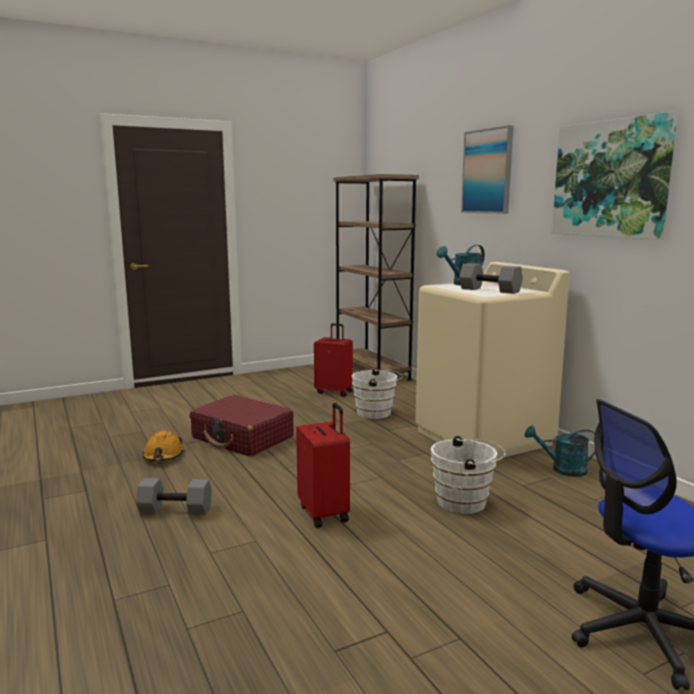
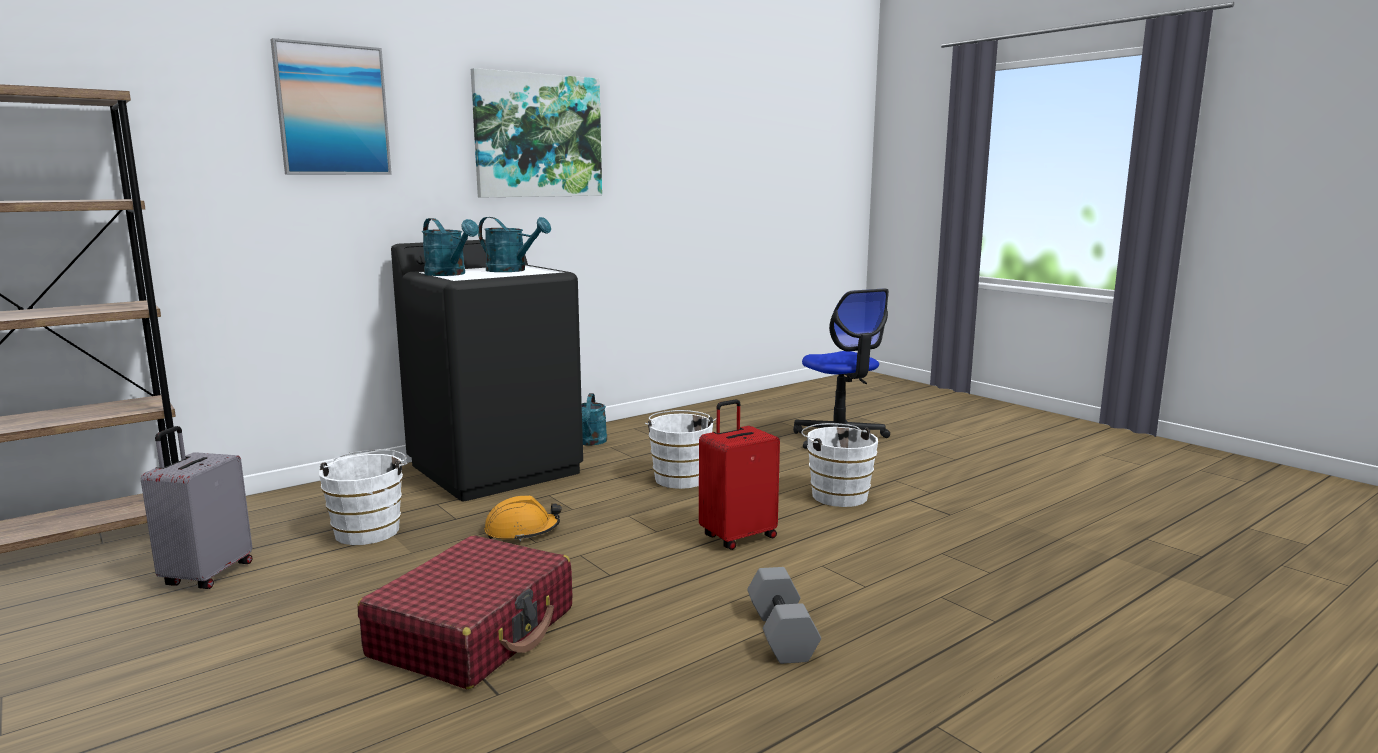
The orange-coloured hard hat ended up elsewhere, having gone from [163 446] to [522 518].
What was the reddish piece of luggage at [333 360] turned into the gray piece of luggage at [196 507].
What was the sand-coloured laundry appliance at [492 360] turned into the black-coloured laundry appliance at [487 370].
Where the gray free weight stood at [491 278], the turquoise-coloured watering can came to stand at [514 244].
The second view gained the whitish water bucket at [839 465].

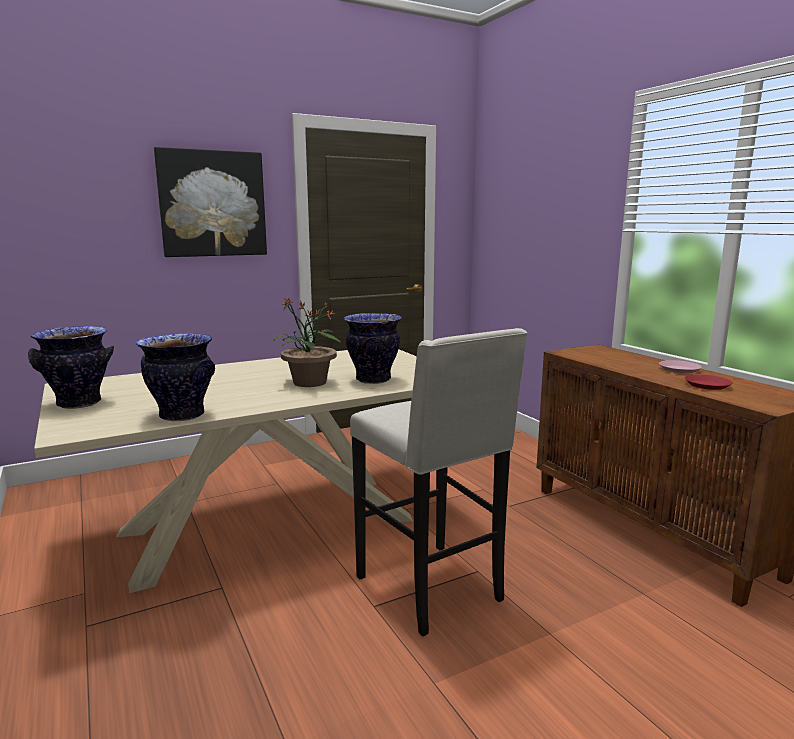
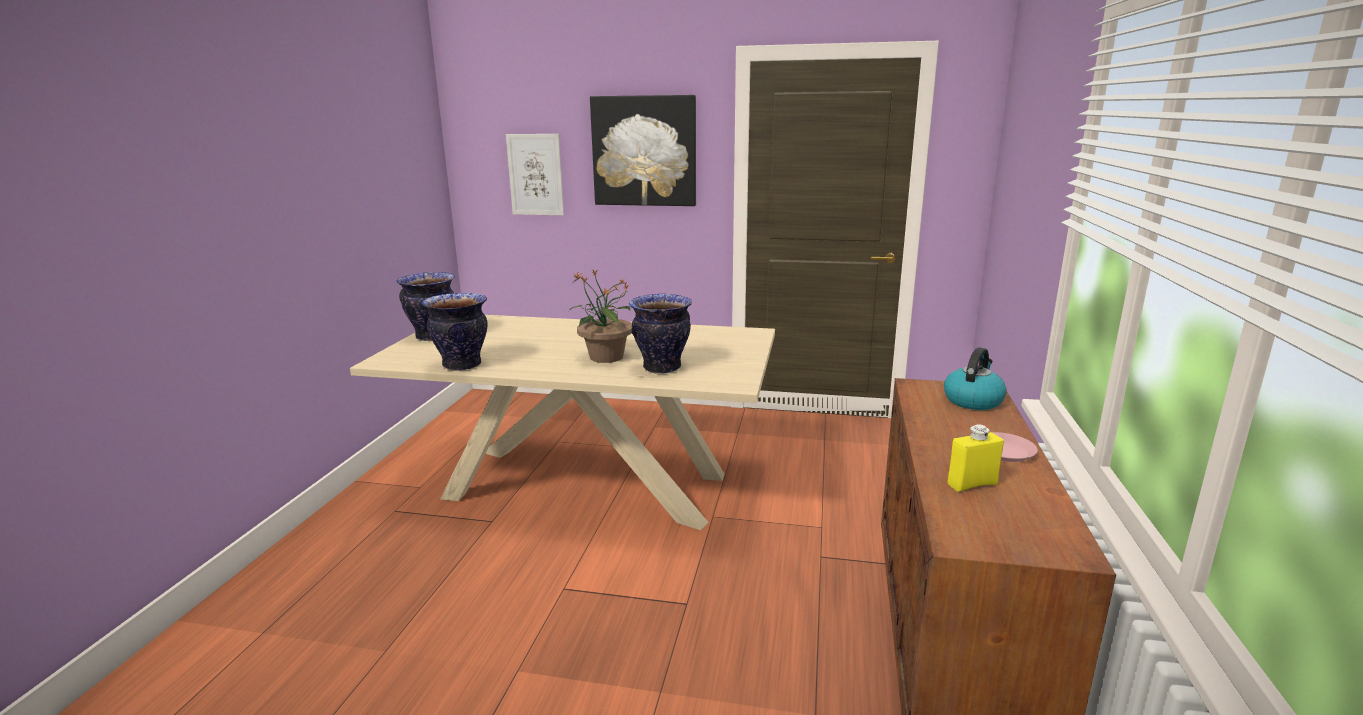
The second view lost the sand-coloured sitting stool at [438 482].
Where the reddish dinner plate stood at [708 382], the yellowish beverage bottle came to stand at [976 458].
The second view gained the wall art at [535 175].
The second view gained the water kettle at [975 378].

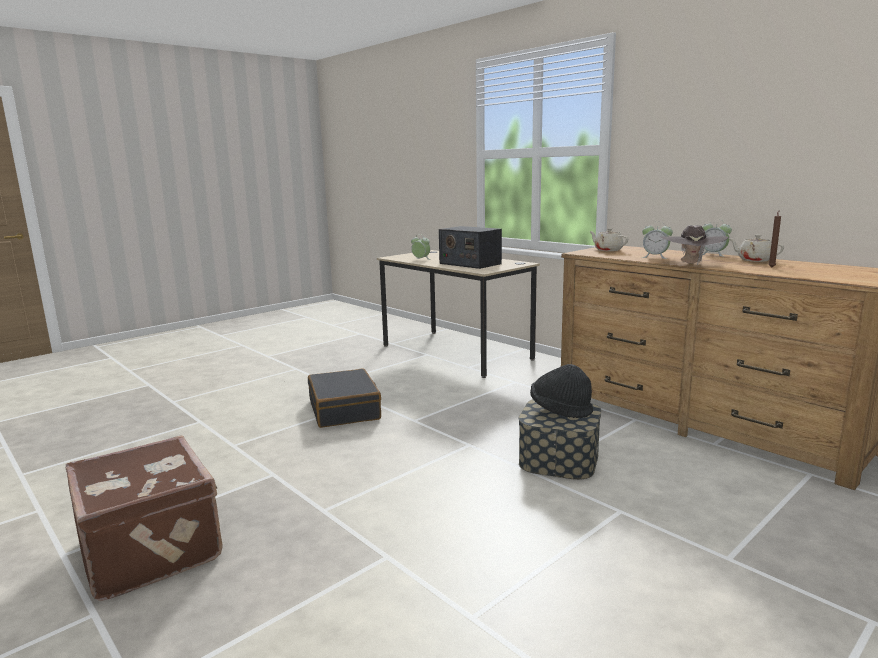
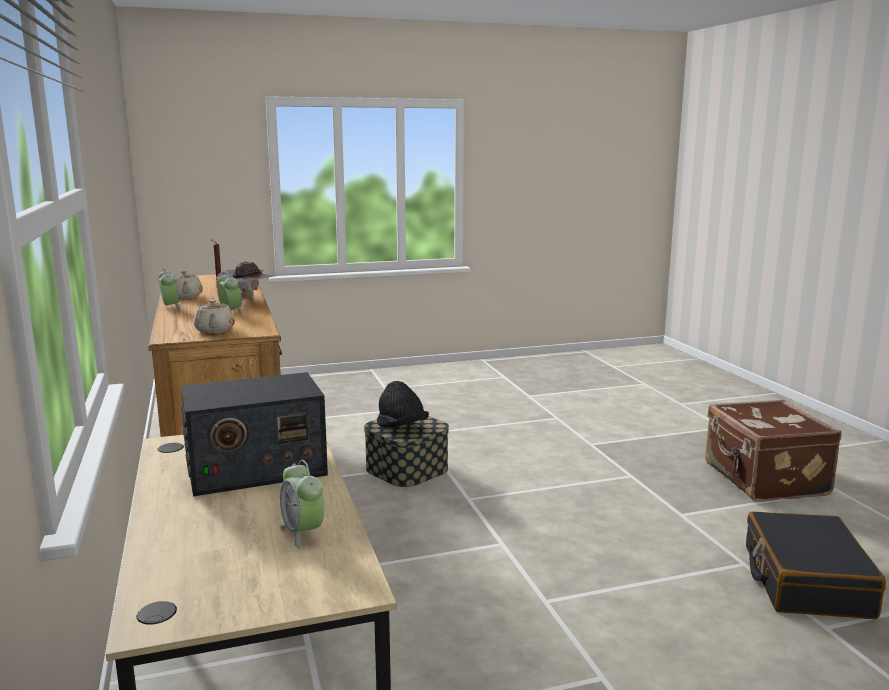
The black-coloured piece of luggage ended up elsewhere, having gone from [344 398] to [816 565].
The radio set at [470 247] ended up facing another way, 90 degrees clockwise from before.

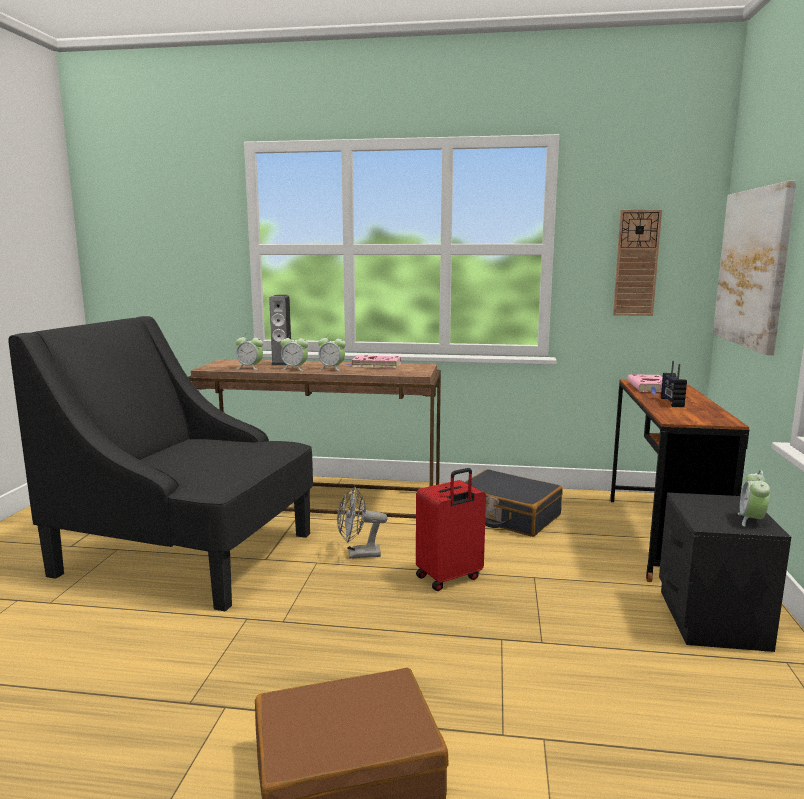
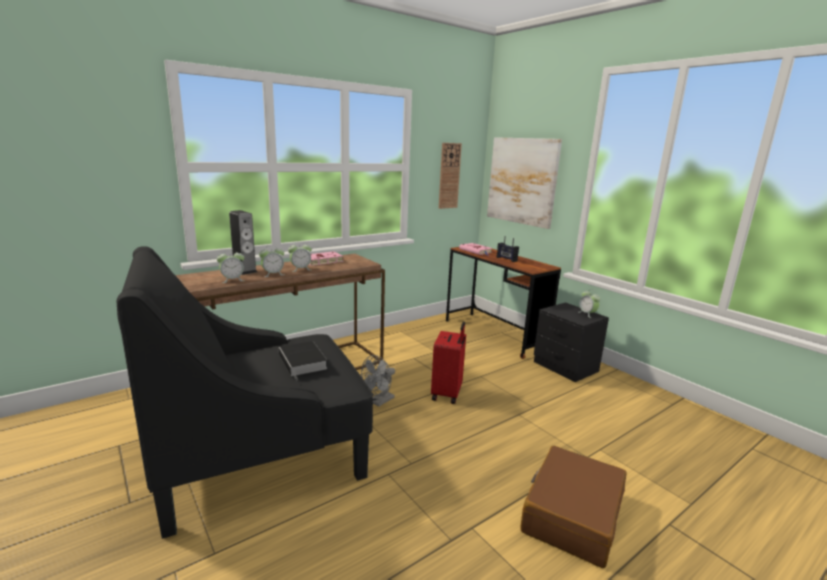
The second view lost the black-coloured piece of luggage at [514 503].
The second view gained the book at [303 360].

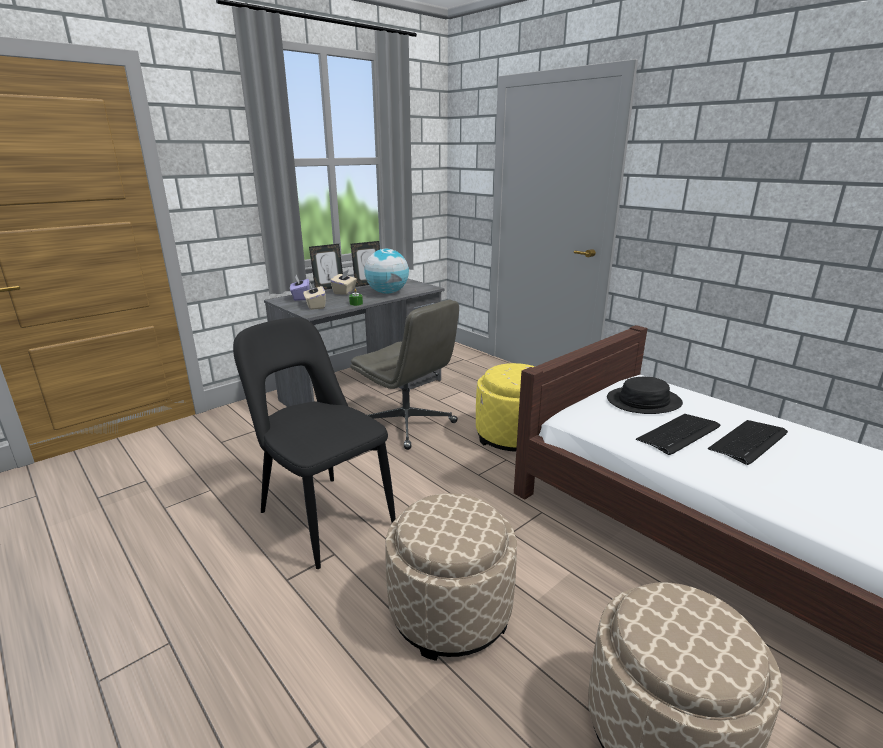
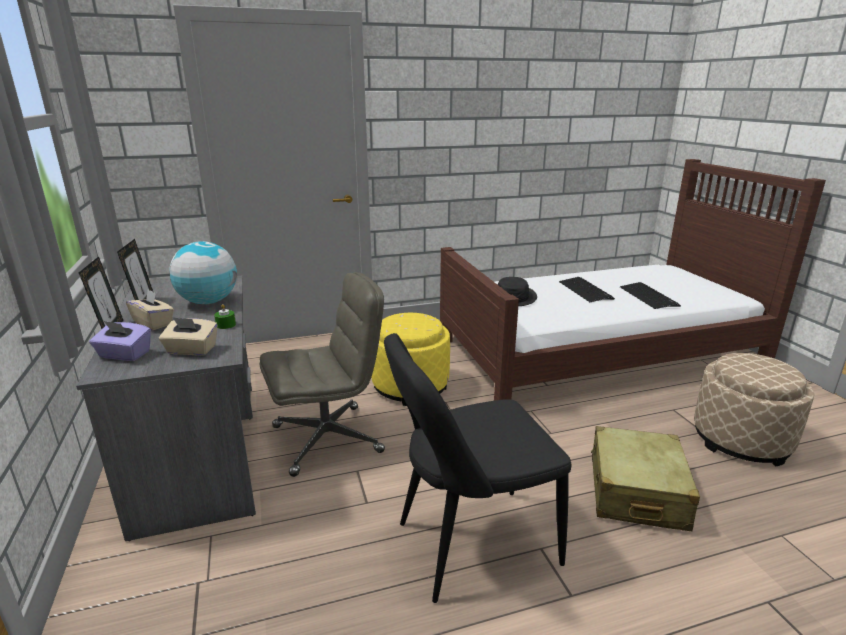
Where the sand-coloured footrest stood at [451 577], the sand-coloured piece of luggage came to stand at [645 478].
The computer keyboard ended up elsewhere, having gone from [678 434] to [650 295].

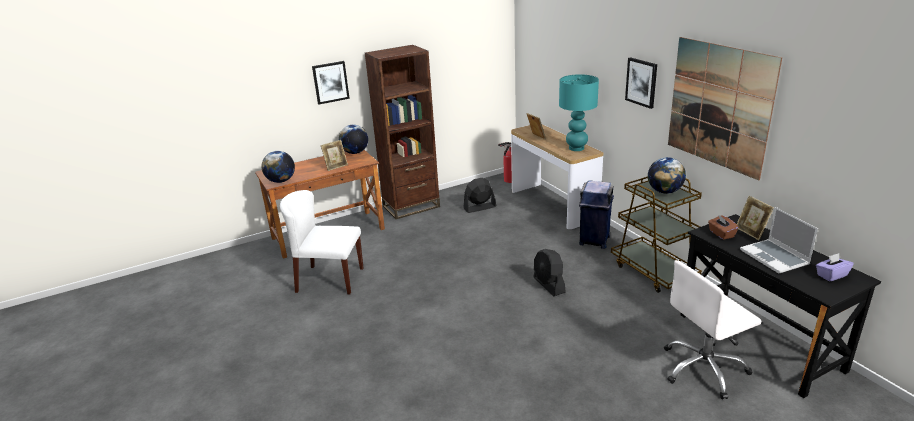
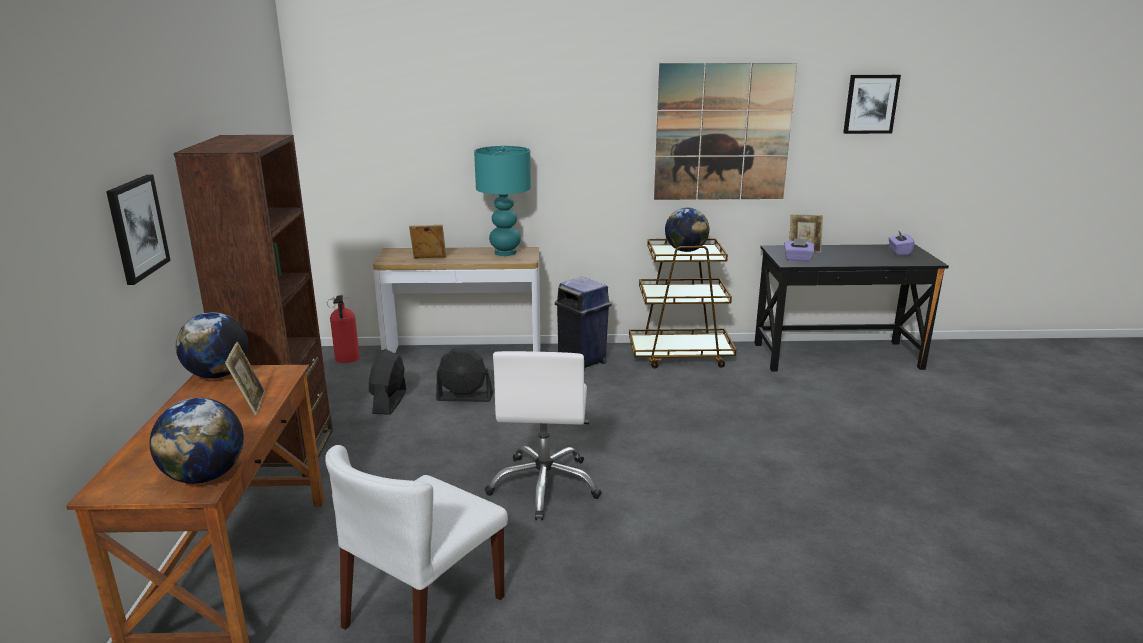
The black-coloured fan ended up elsewhere, having gone from [549 272] to [464 375].
The wall art ended up elsewhere, having gone from [641 83] to [872 104].
The whitish computer chair ended up elsewhere, having gone from [713 329] to [543 435].
What was the brown-coloured tissue box at [723 227] turned into the purple tissue box at [799 249].
The second view lost the portable computer at [779 240].

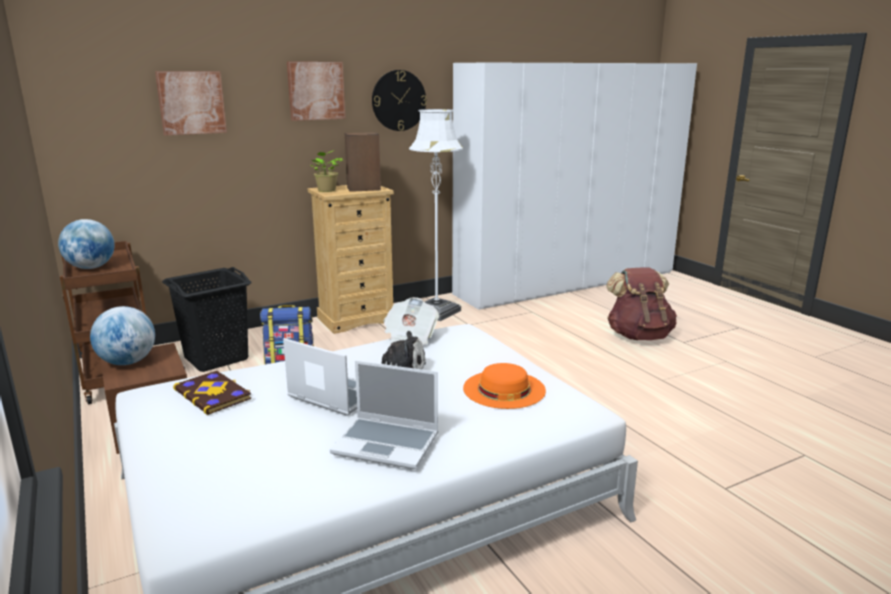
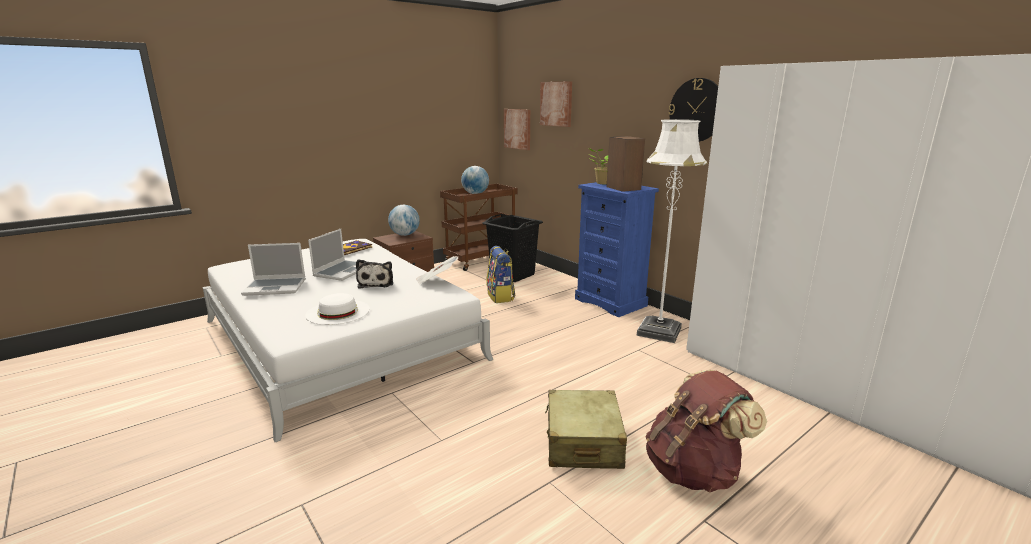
The wall art ended up elsewhere, having gone from [316 91] to [517 129].
What was the sand-coloured drawer chest at [350 259] turned into the blue-coloured drawer chest at [617 249].
The portable computer at [384 414] ended up facing another way, 105 degrees counterclockwise from before.
What was the orange-coloured hat at [504 386] turned into the whitish hat at [337 309].
The second view gained the sand-coloured piece of luggage at [586 429].

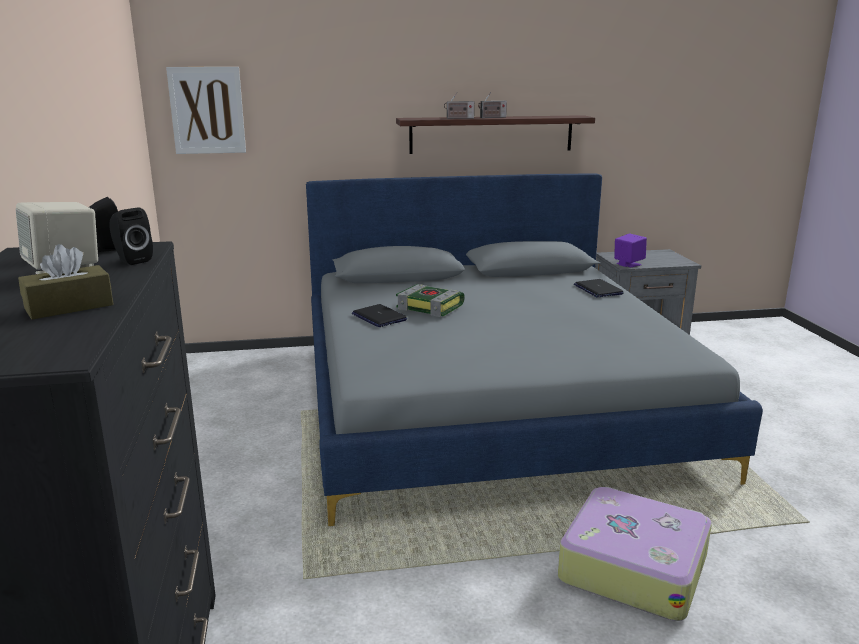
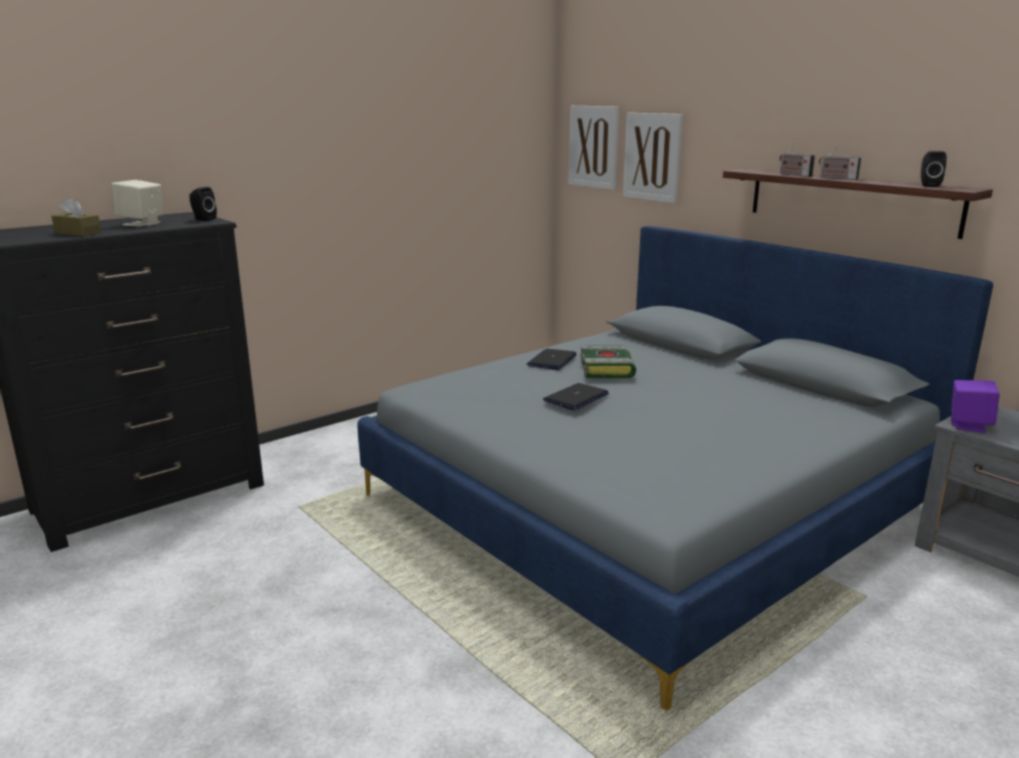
The black-coloured loudspeaker ended up elsewhere, having gone from [131 236] to [934 169].
The second view lost the piece of luggage at [635 554].
The portable computer ended up elsewhere, having gone from [599 288] to [576 396].
The second view gained the wall art at [653 158].

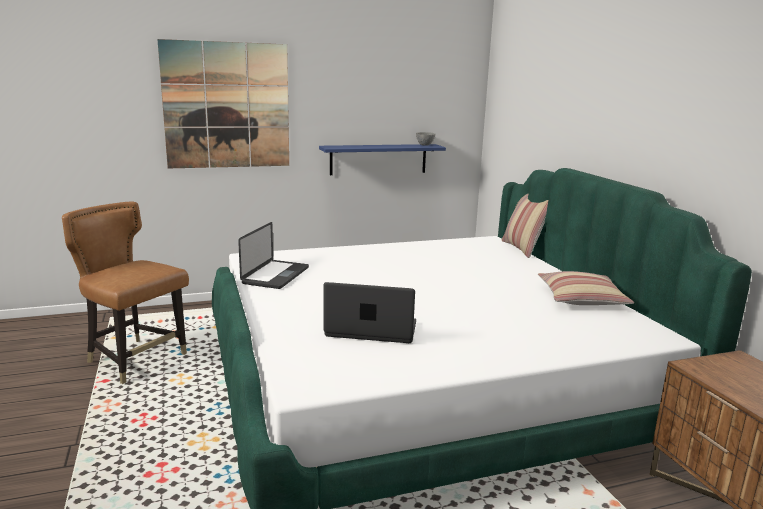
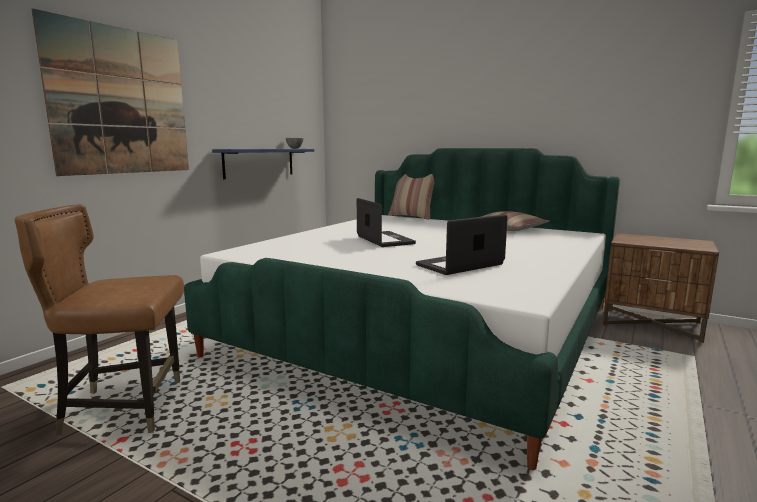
The portable computer ended up elsewhere, having gone from [273 255] to [386 222].

